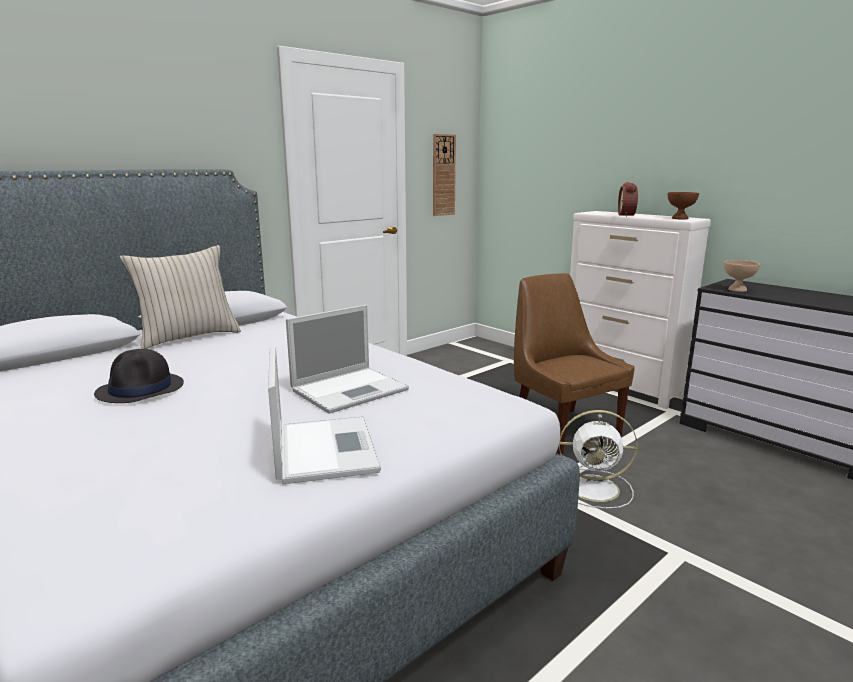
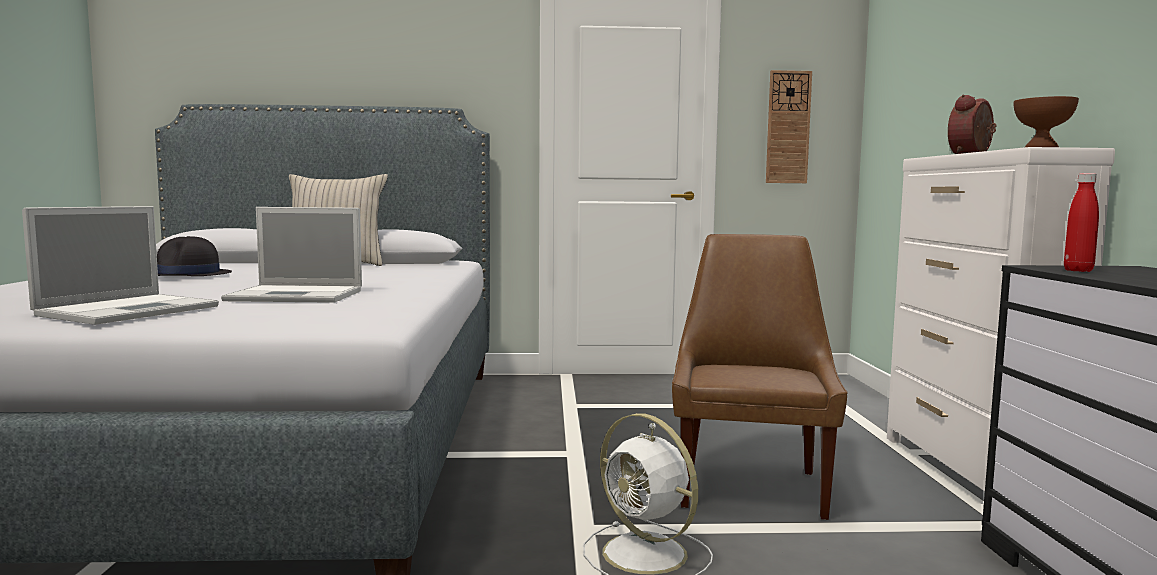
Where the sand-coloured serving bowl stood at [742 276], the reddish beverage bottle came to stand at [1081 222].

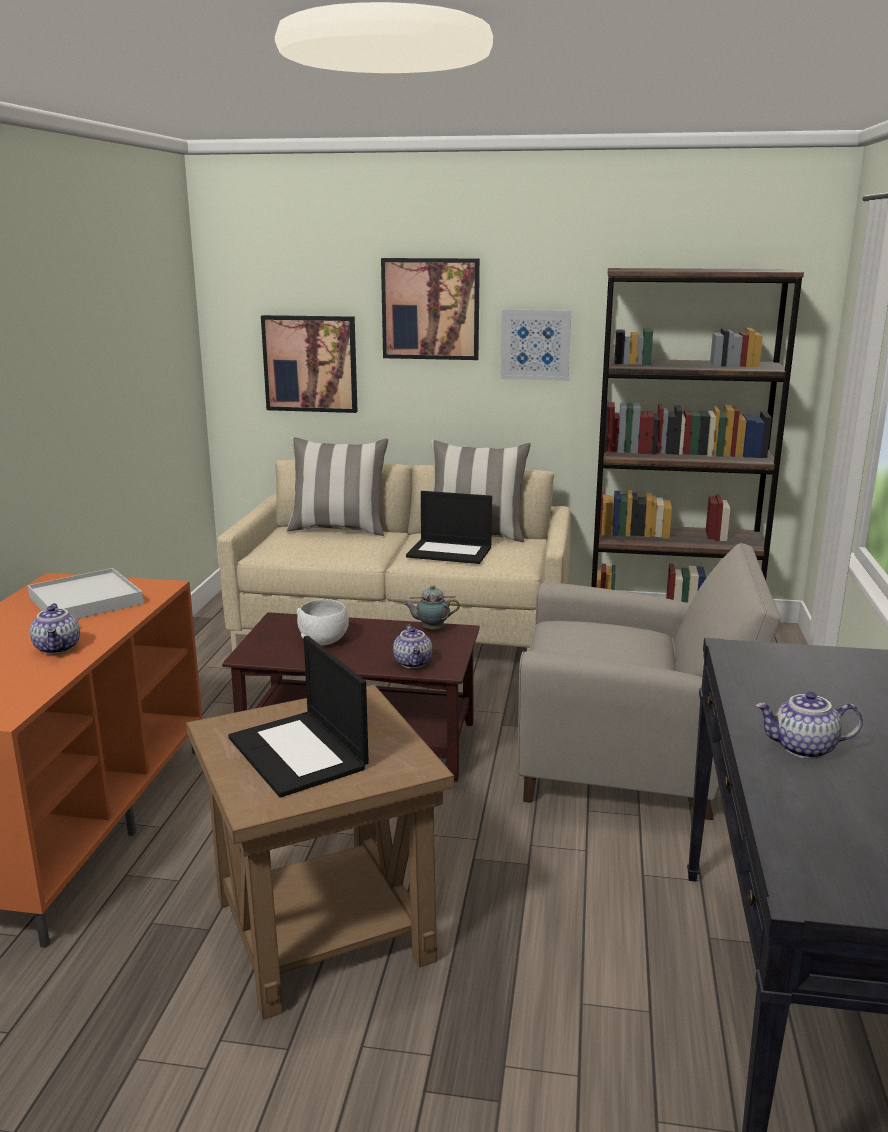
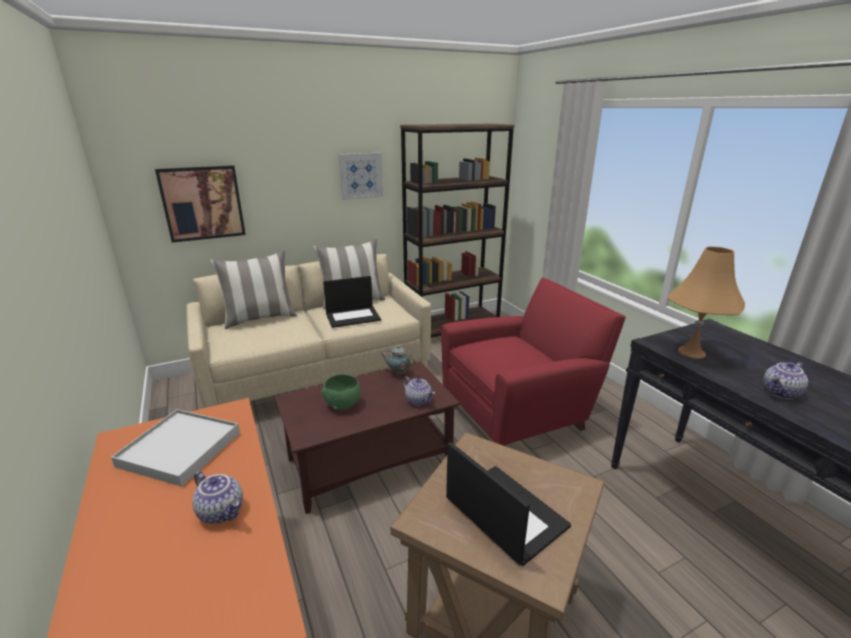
The portable computer at [298 717] ended up facing another way, 150 degrees counterclockwise from before.
What was the whitish serving bowl at [322 622] turned into the green-coloured serving bowl at [341 392].
The second view lost the wall art at [430 309].
The tea pot at [431 607] ended up facing another way, 60 degrees clockwise from before.
What was the sand-coloured easy chair at [649 681] turned into the reddish easy chair at [533 362].
The second view gained the orange-coloured table lamp at [706 303].

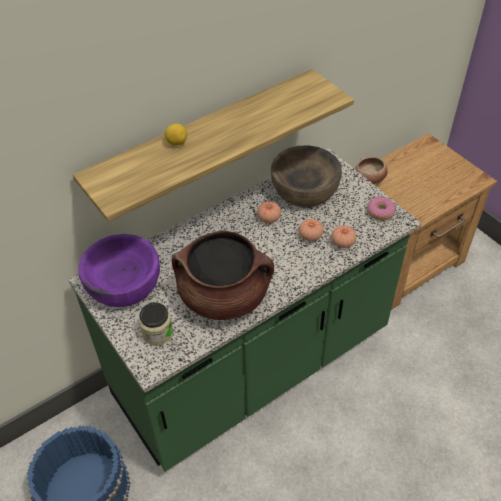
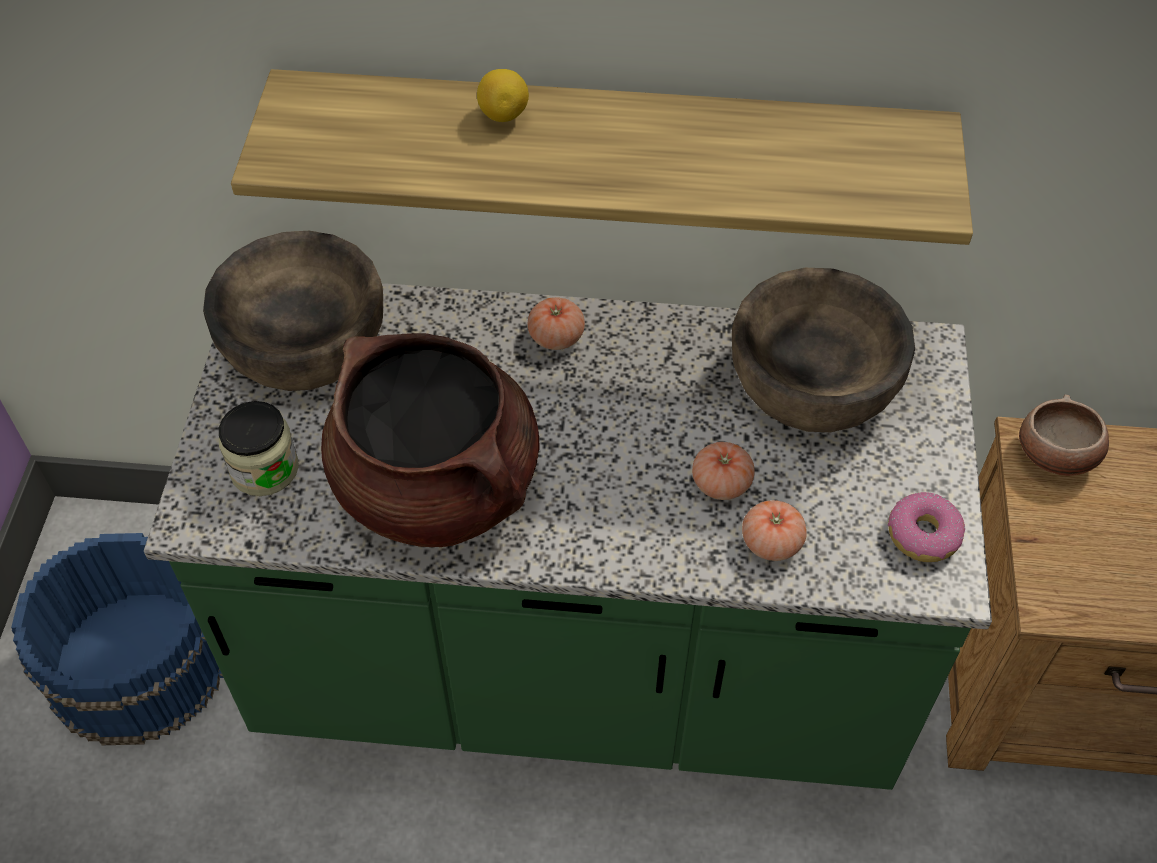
What was the purple serving bowl at [119 270] turned into the brown-coloured serving bowl at [293 311].
The whole tomato ended up elsewhere, having gone from [269 212] to [556 323].

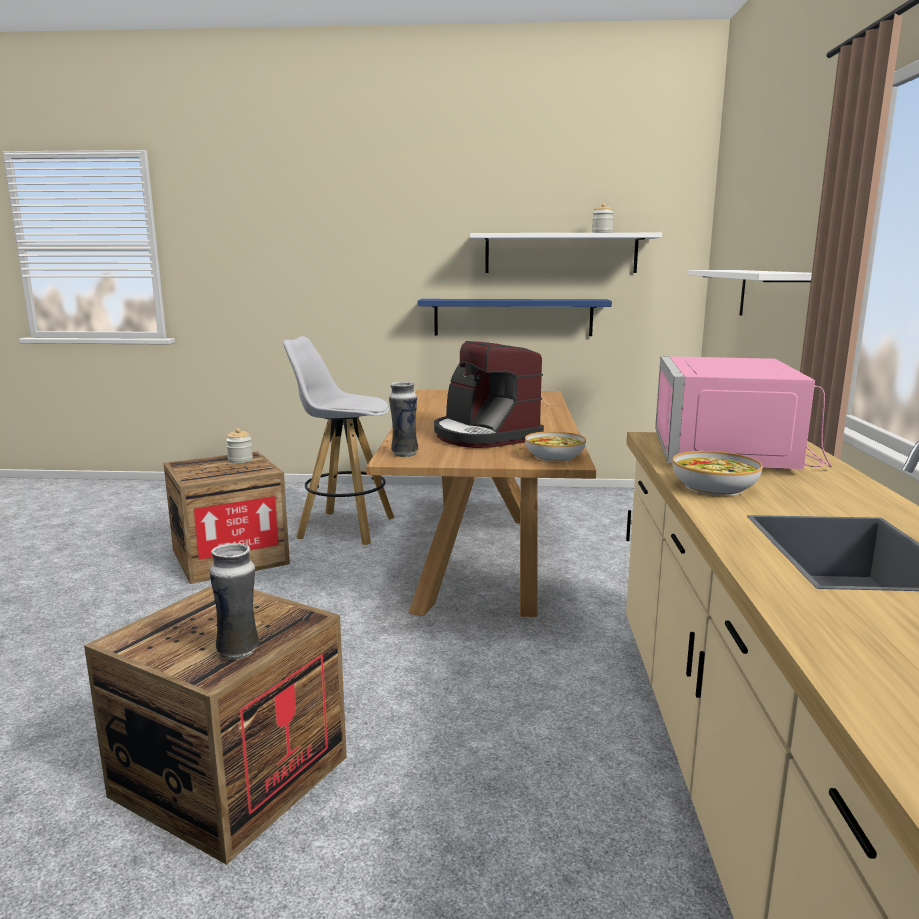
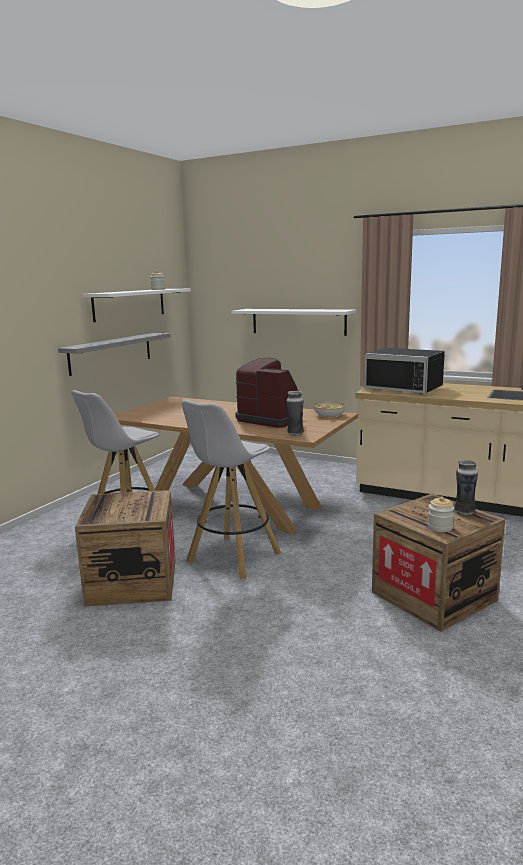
The storage jar ended up elsewhere, having gone from [239 445] to [441 514].
What was the blue-coloured bracket shelf at [515 317] turned into the gray bracket shelf at [114 354].
The coffee brewer at [489 394] ended up facing another way, 135 degrees counterclockwise from before.
What was the pinkish kitchen microwave at [743 413] turned into the black-coloured kitchen microwave at [404 371].
The second view lost the serving bowl at [717 473].
The second view gained the whitish sitting stool at [231 489].

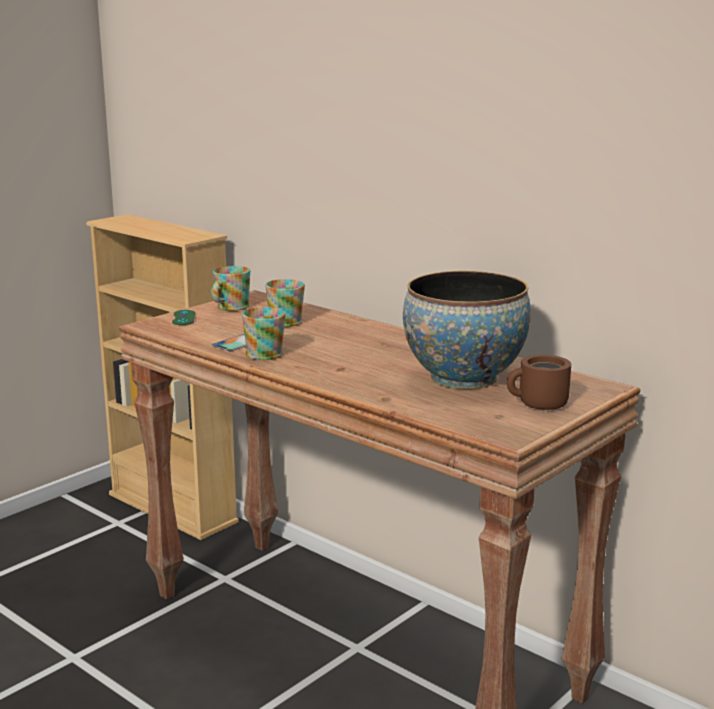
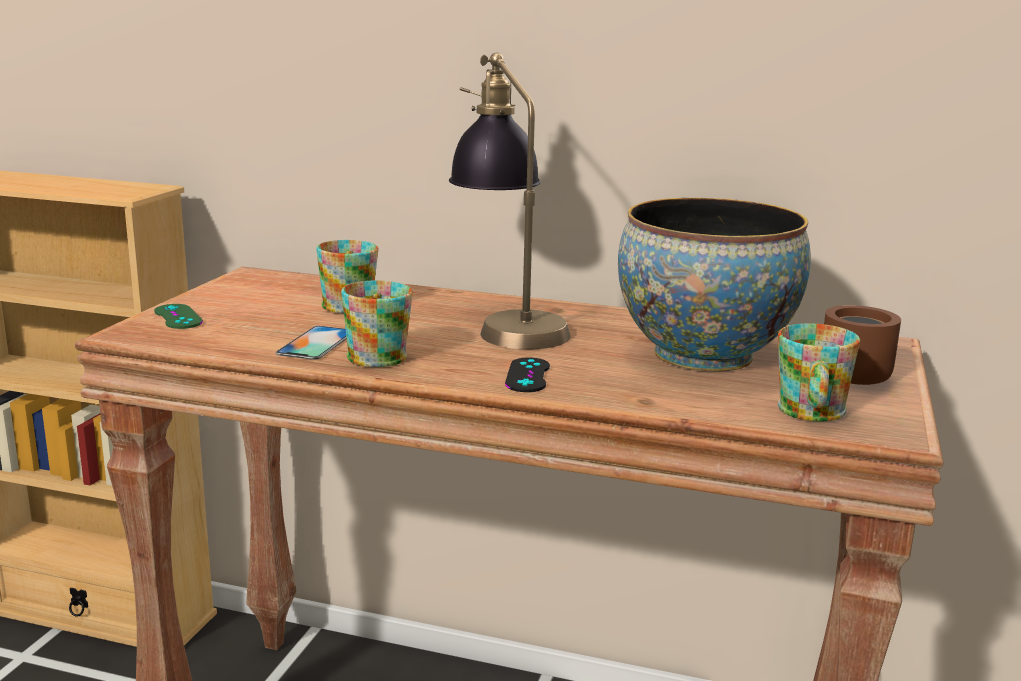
The mug ended up elsewhere, having gone from [230 288] to [819 372].
The second view gained the table lamp at [510 201].
The second view gained the black-coloured game controller at [527 374].

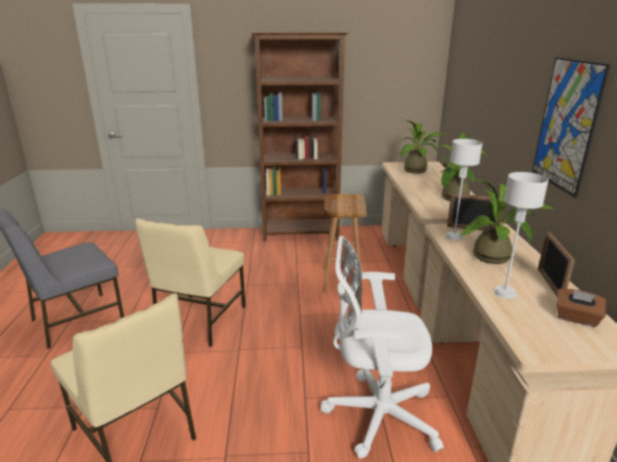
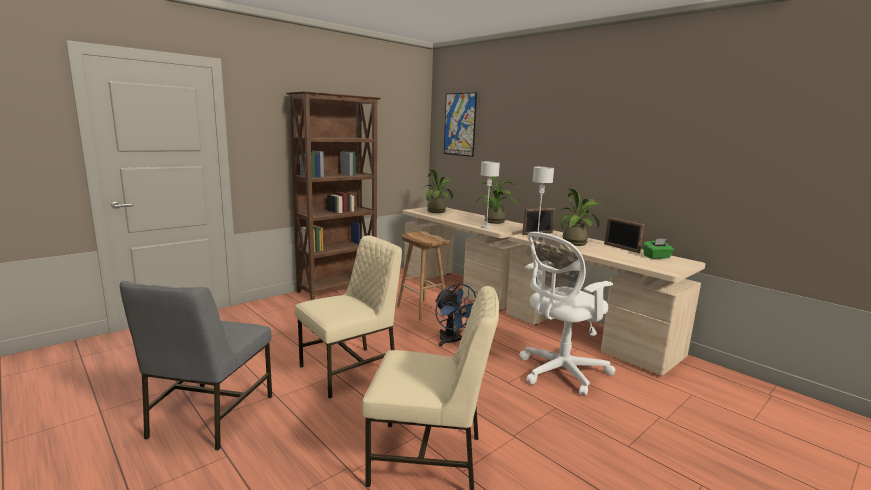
The sand-coloured plain chair at [190 282] ended up facing another way, 105 degrees counterclockwise from before.
The gray table lamp ended up elsewhere, having gone from [521 235] to [490 195].
The wall art ended up elsewhere, having gone from [571 127] to [460 124].
What was the brown-coloured tissue box at [581 308] turned into the green-coloured tissue box at [658 249].
The second view gained the blue-coloured fan at [456 315].

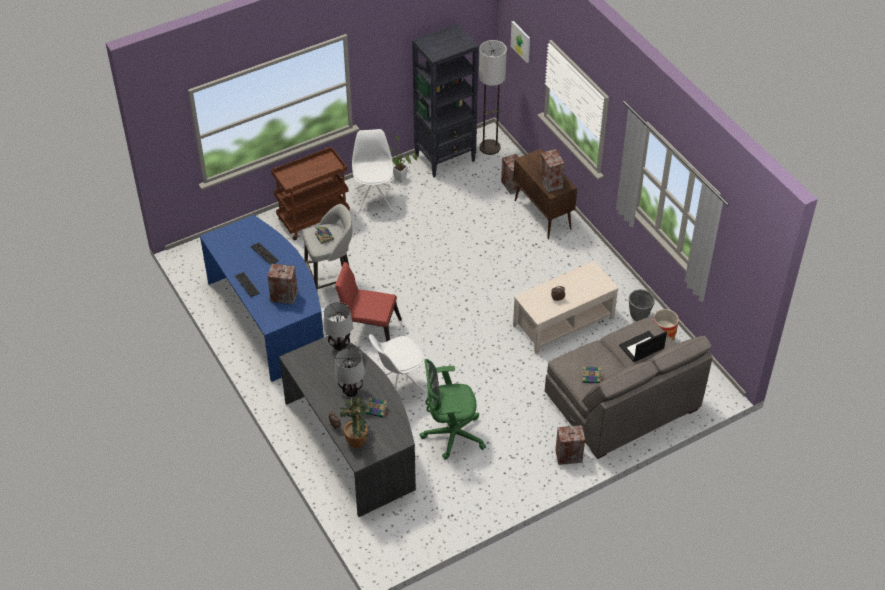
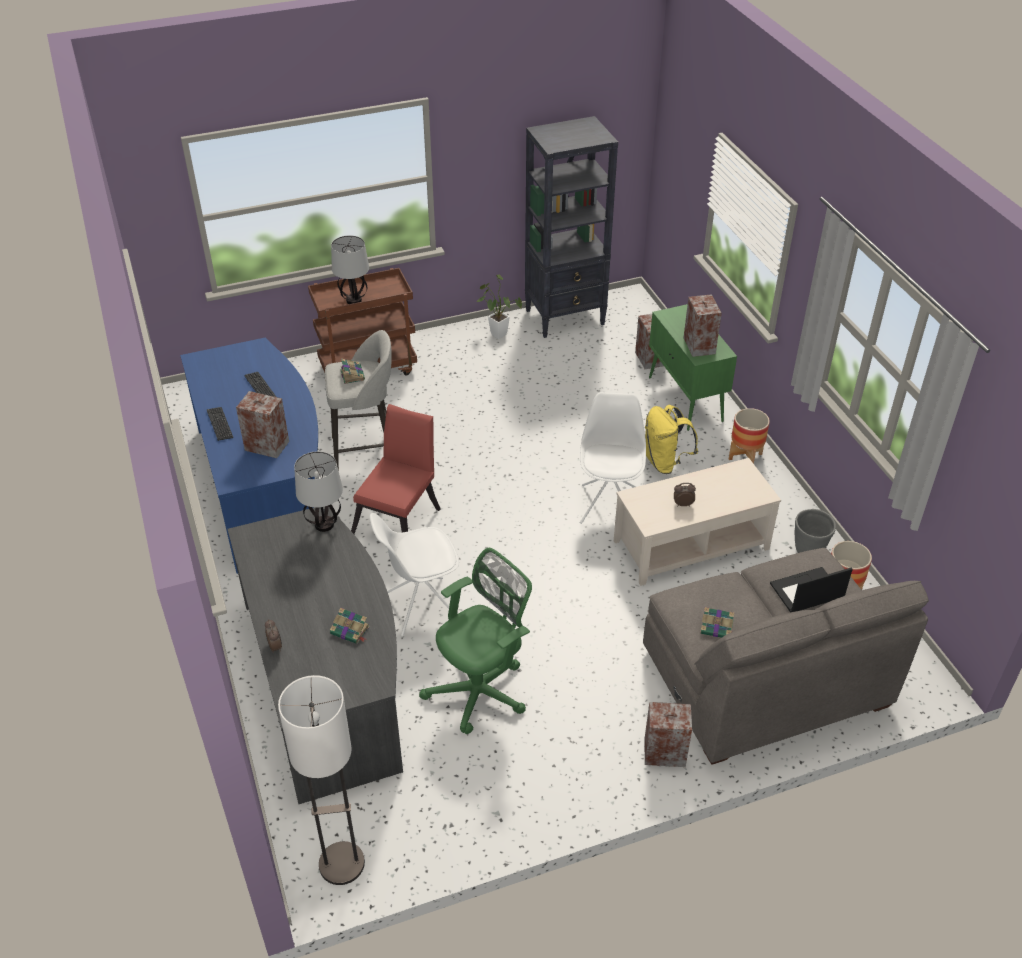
The reddish plain chair at [368 302] ended up facing another way, 90 degrees clockwise from before.
The table lamp ended up elsewhere, having gone from [350 372] to [350 269].
The second view lost the houseplant at [354 422].
The whitish plain chair ended up elsewhere, having gone from [372 171] to [613 458].
The green-coloured computer chair at [453 409] ended up facing another way, 135 degrees clockwise from before.
The floor lamp ended up elsewhere, having gone from [493 97] to [321 780].
The second view lost the wall art at [520 42].
What was the brown-coloured cupboard at [545 194] turned into the green-coloured cupboard at [693 367].
The second view gained the yellowish backpack at [671 439].
The second view gained the planter at [749 436].

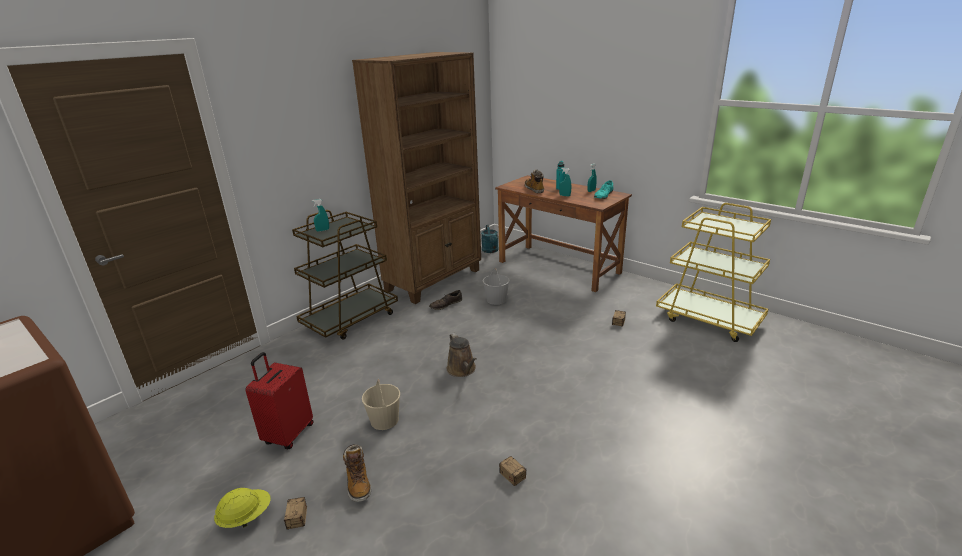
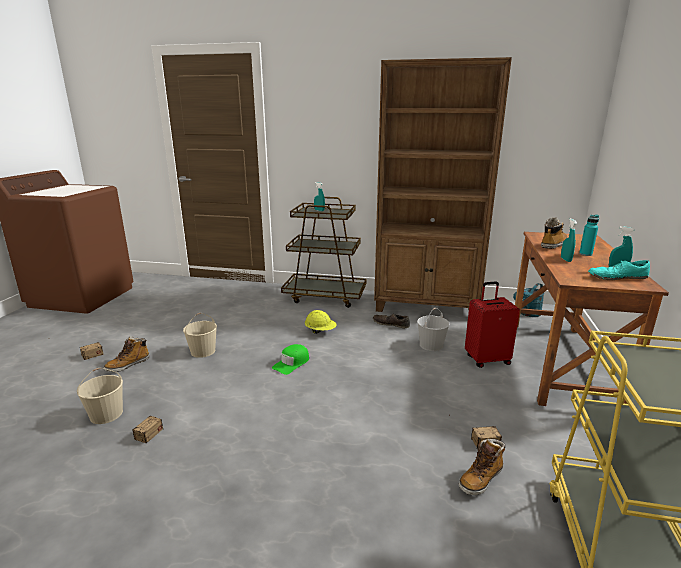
The yellowish hard hat ended up elsewhere, having gone from [242 508] to [321 322].
The reddish piece of luggage ended up elsewhere, having gone from [279 400] to [492 325].
Where the brown-coloured watering can stood at [462 355], the green-coloured peaked cap came to stand at [290 359].
The second view gained the sand-coloured water bucket at [100 396].
The second view gained the boot at [482 467].

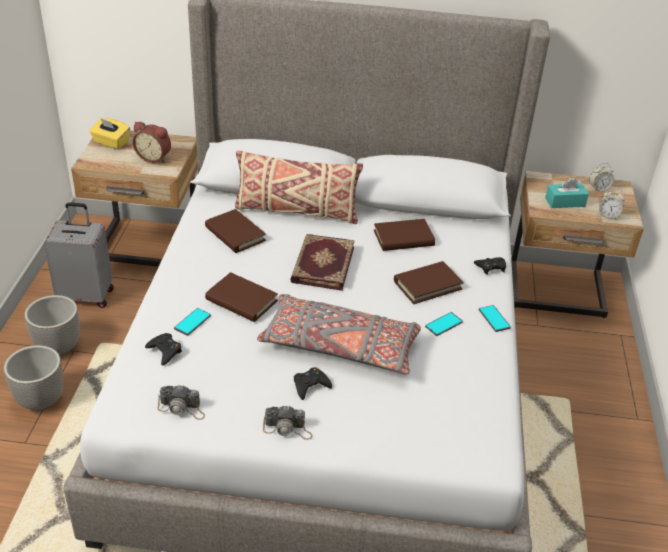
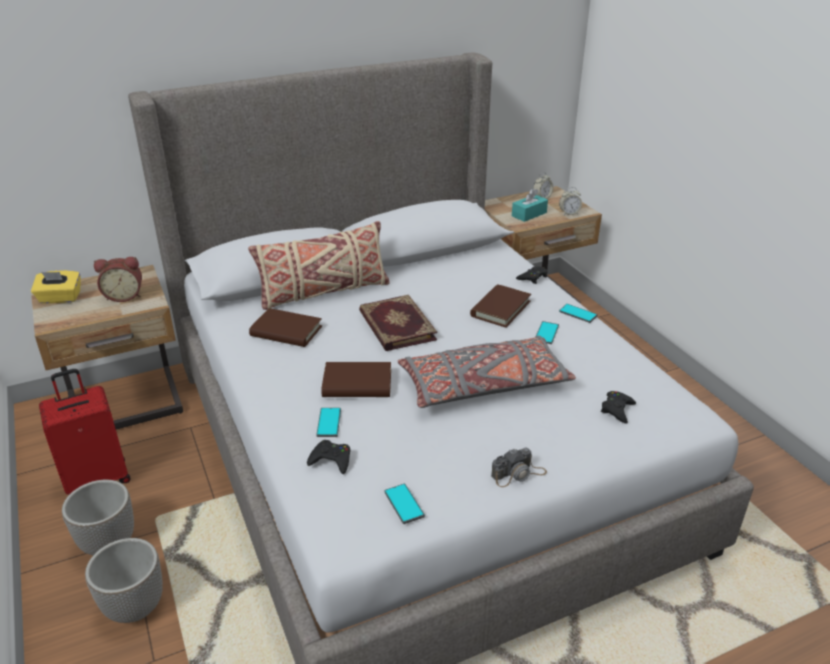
What was the gray piece of luggage at [79 255] turned into the reddish piece of luggage at [85 432].
Where the still camera stood at [181 402], the phone came to stand at [404 504].
The black-coloured game controller ended up elsewhere, having gone from [313 384] to [618 407].
The second view lost the brown-coloured book at [404 235].

